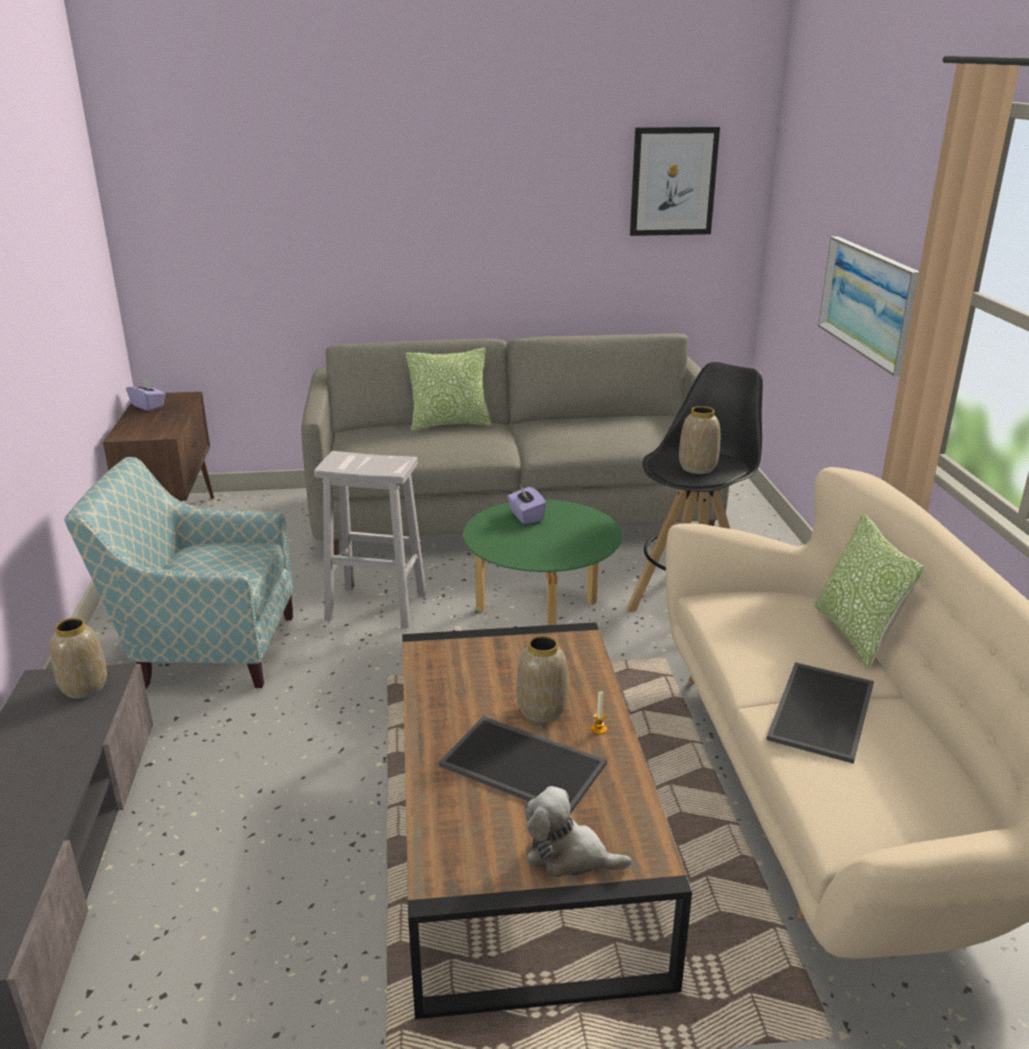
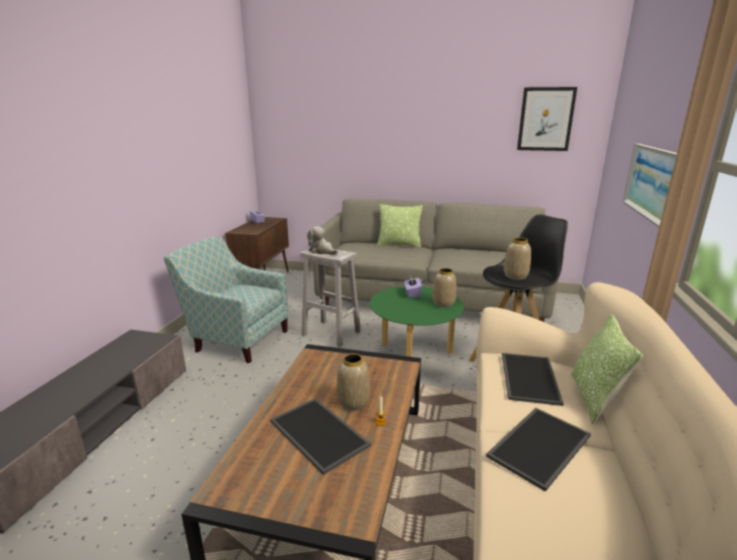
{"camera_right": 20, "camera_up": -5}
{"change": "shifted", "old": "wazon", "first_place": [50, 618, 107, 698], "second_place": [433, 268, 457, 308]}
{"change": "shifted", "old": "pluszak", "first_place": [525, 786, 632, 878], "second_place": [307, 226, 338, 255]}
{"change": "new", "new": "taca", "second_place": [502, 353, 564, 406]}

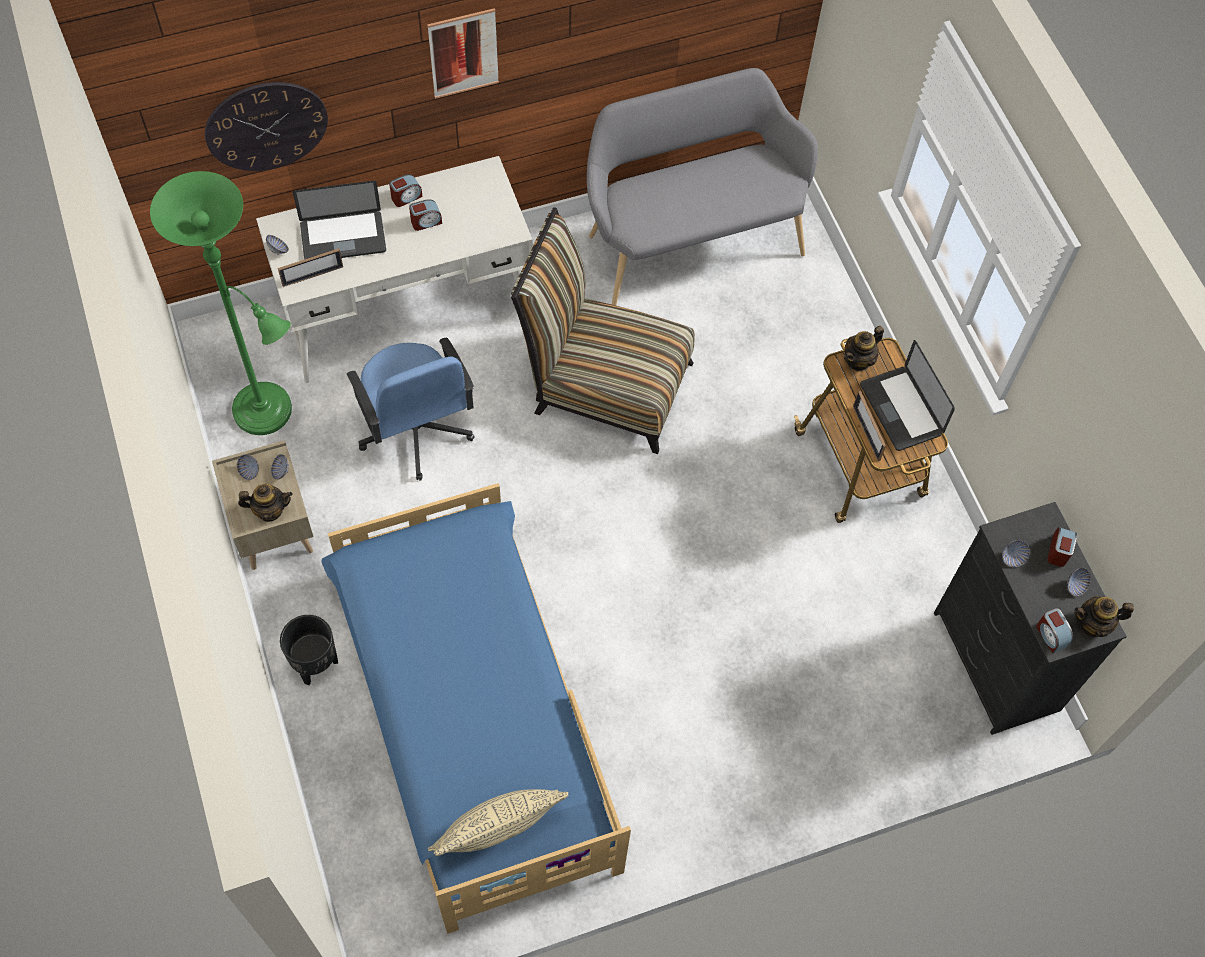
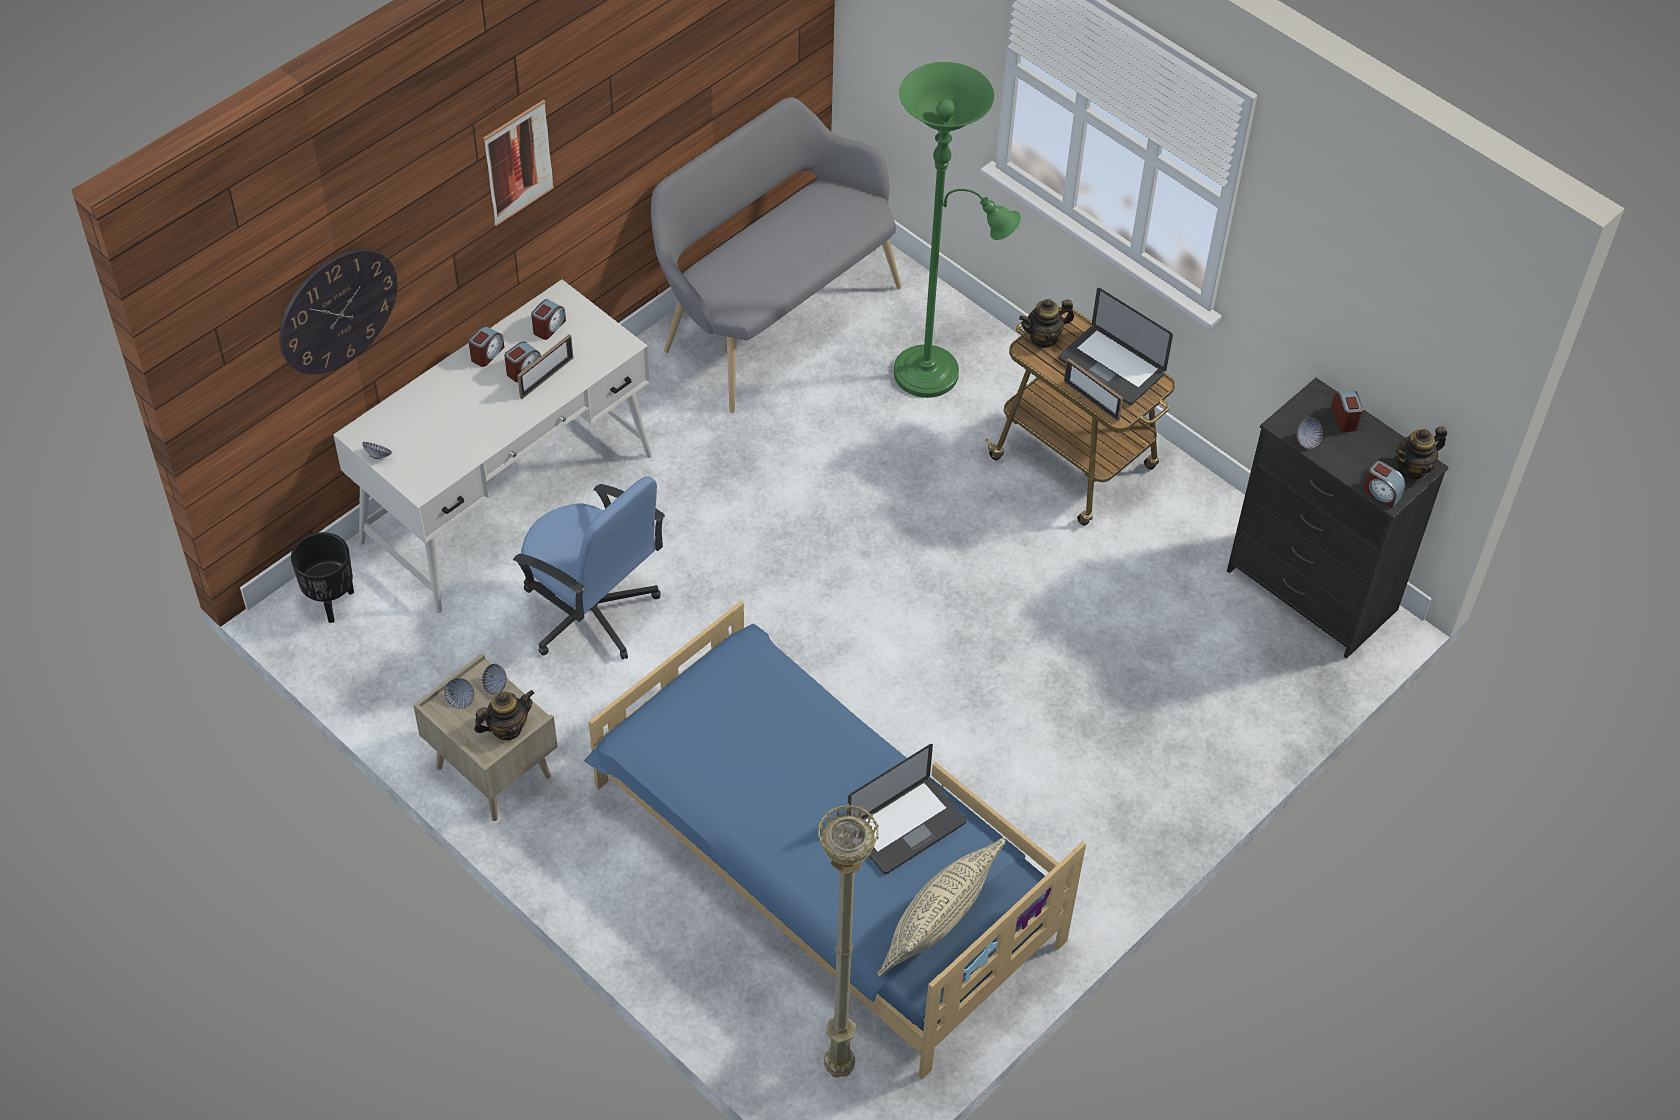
{"camera_right": -25, "camera_up": -10}
{"change": "shifted", "old": "lampa stojąca [zielony]", "first_place": [150, 171, 292, 435], "second_place": [894, 62, 1021, 398]}
{"change": "shifted", "old": "ramka na zdjęcie", "first_place": [278, 248, 343, 287], "second_place": [517, 334, 573, 399]}
{"change": "shifted", "old": "donica [czarny]", "first_place": [280, 615, 338, 685], "second_place": [291, 532, 354, 623]}
{"change": "shifted", "old": "laptop", "first_place": [293, 181, 386, 260], "second_place": [847, 744, 966, 874]}
{"change": "gone", "old": "krzesło", "first_place": [511, 207, 695, 454]}
{"change": "rotated", "old": "imbryk", "first_place": [844, 326, 884, 372], "second_place": [1019, 299, 1074, 348], "degrees": 45}
{"change": "gone", "old": "miska", "first_place": [1067, 568, 1091, 596]}
{"change": "new", "new": "budzik", "second_place": [531, 299, 566, 340]}
{"change": "new", "new": "lampa stojąca [beżowy]", "second_place": [817, 803, 879, 1078]}

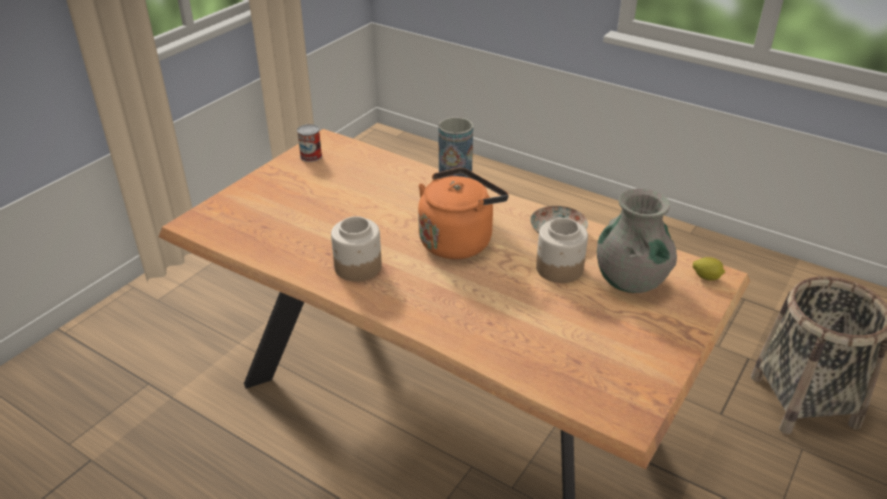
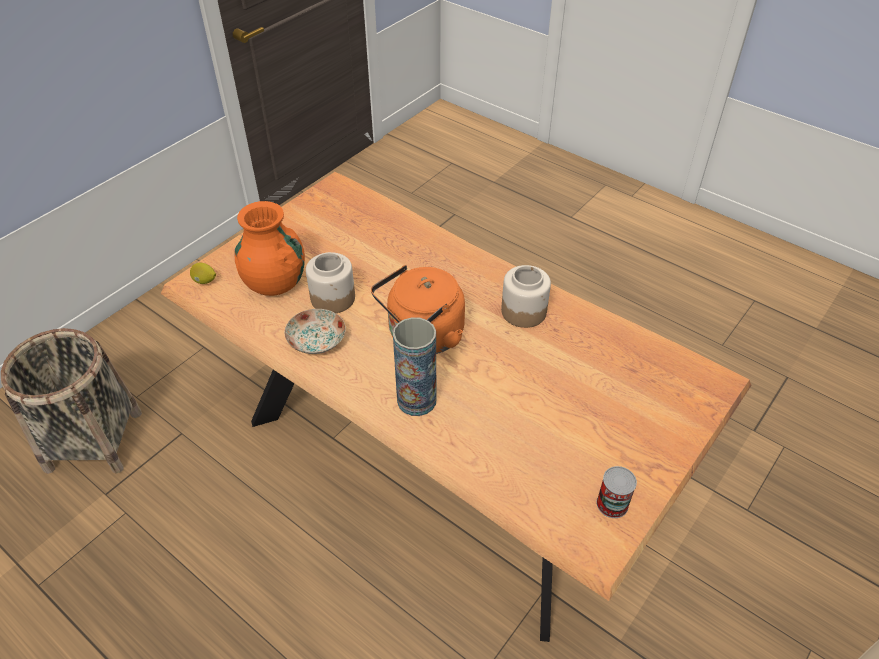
{"camera_right": -175, "camera_up": 10}
{"change": "repainted", "old": "wazon [szary]", "new": "wazon [pomarańczowy]", "first_place": [597, 188, 677, 293], "second_place": [234, 201, 305, 296]}

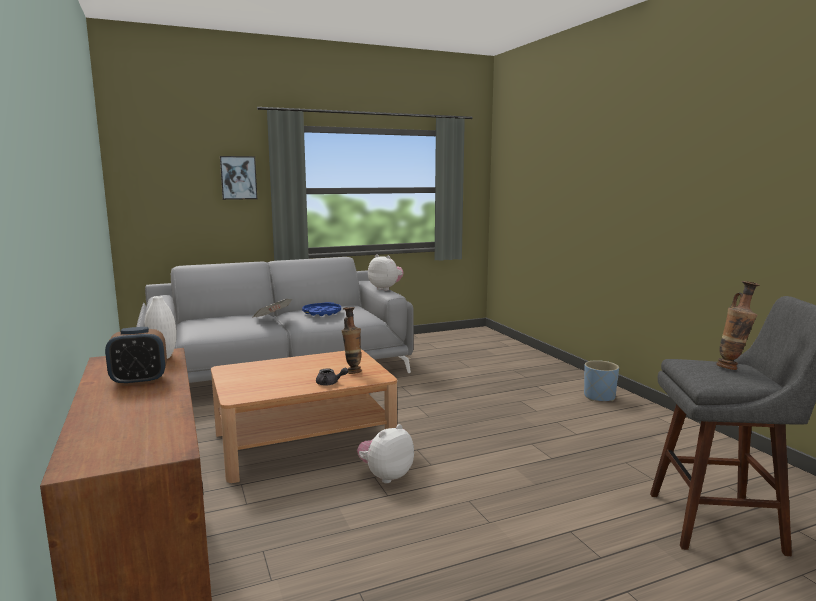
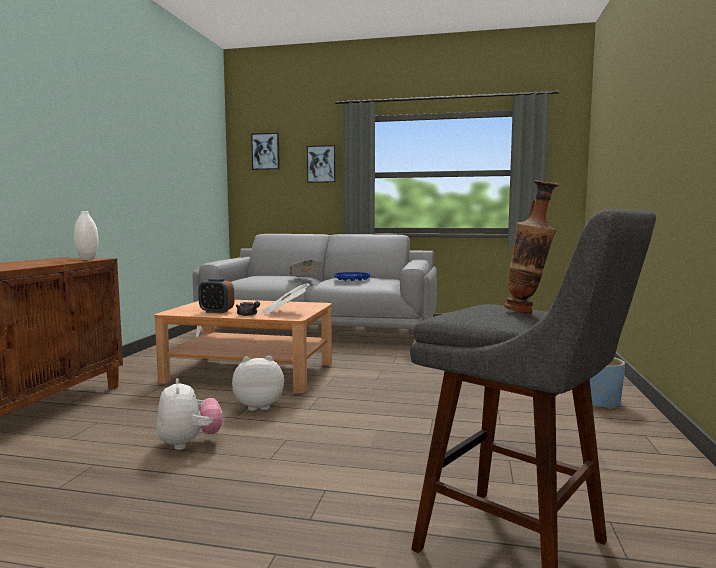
{"camera_right": 35, "camera_up": -5}
{"change": "shifted", "old": "budzik", "first_place": [105, 327, 167, 386], "second_place": [198, 278, 234, 314]}
{"change": "swapped", "old": "wazon", "new": "gazeta", "first_place": [341, 307, 362, 374], "second_place": [259, 283, 310, 313]}
{"change": "shifted", "old": "pluszak", "first_place": [368, 254, 403, 291], "second_place": [156, 378, 223, 450]}
{"change": "new", "new": "obraz", "second_place": [251, 133, 280, 170]}

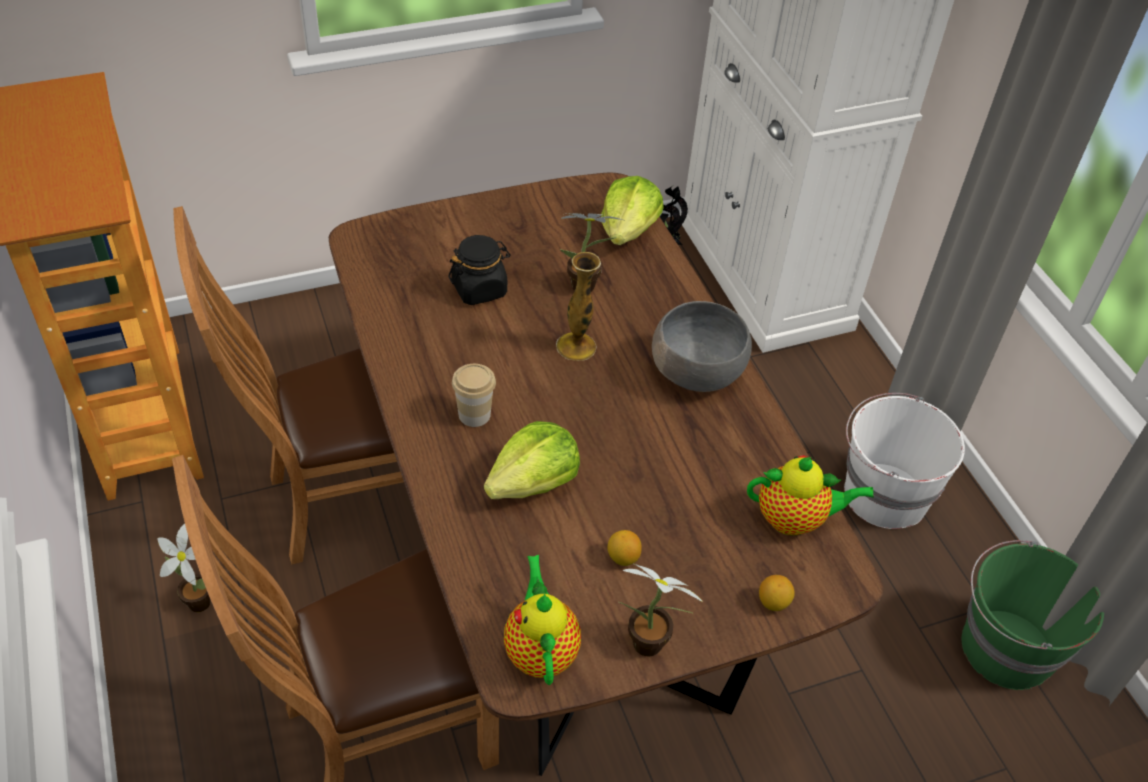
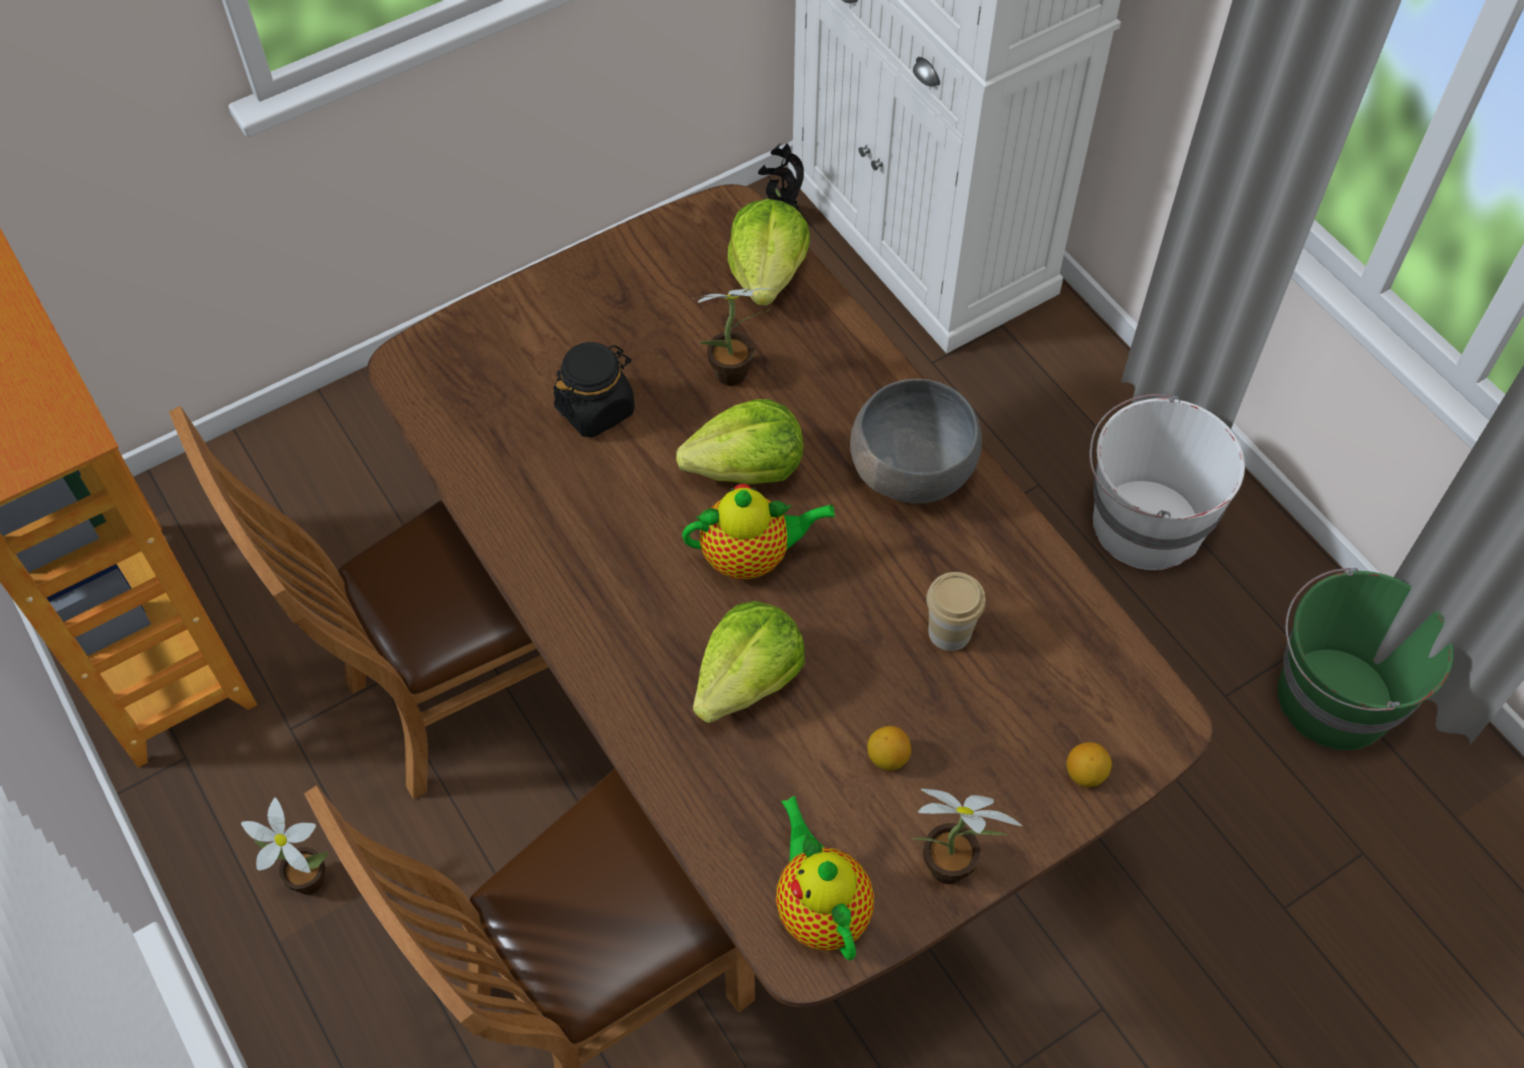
{"camera_right": -10, "camera_up": 10}
{"change": "shifted", "old": "filiżanka", "first_place": [452, 364, 496, 427], "second_place": [926, 572, 986, 651]}
{"change": "swapped", "old": "wazon", "new": "sałata", "first_place": [556, 252, 601, 361], "second_place": [676, 399, 804, 485]}
{"change": "shifted", "old": "imbryk", "first_place": [747, 455, 874, 535], "second_place": [682, 484, 835, 579]}

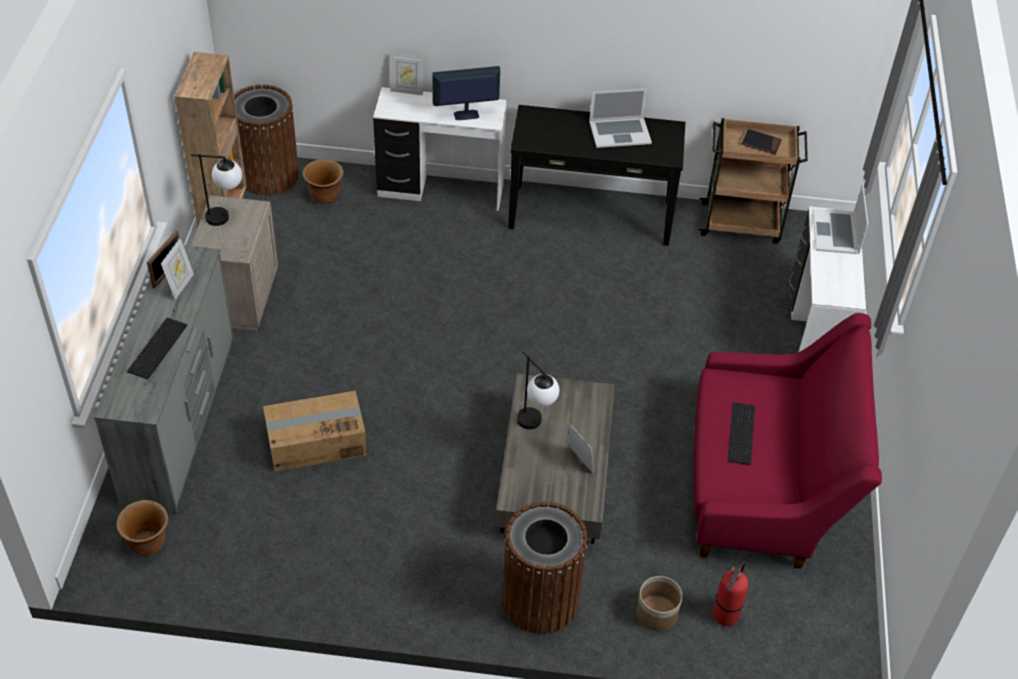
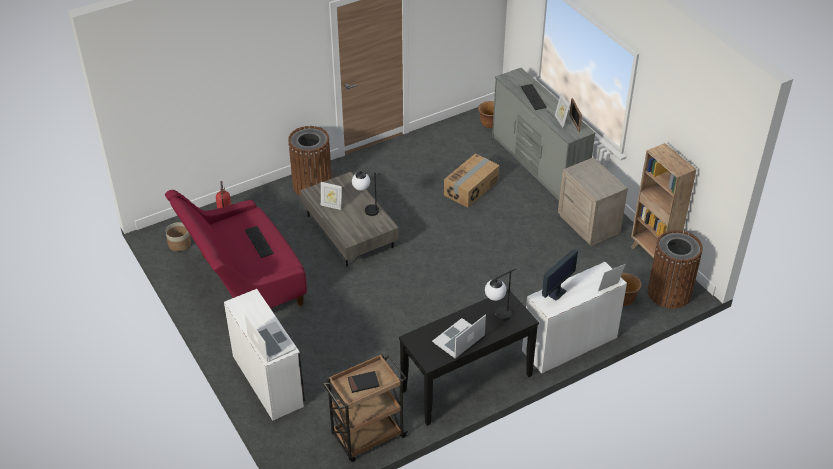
{"camera_right": 145, "camera_up": -5}
{"change": "shifted", "old": "lampa stołowa", "first_place": [191, 154, 242, 226], "second_place": [485, 269, 516, 321]}
{"change": "shifted", "old": "donica", "first_place": [636, 576, 683, 631], "second_place": [165, 222, 191, 252]}

